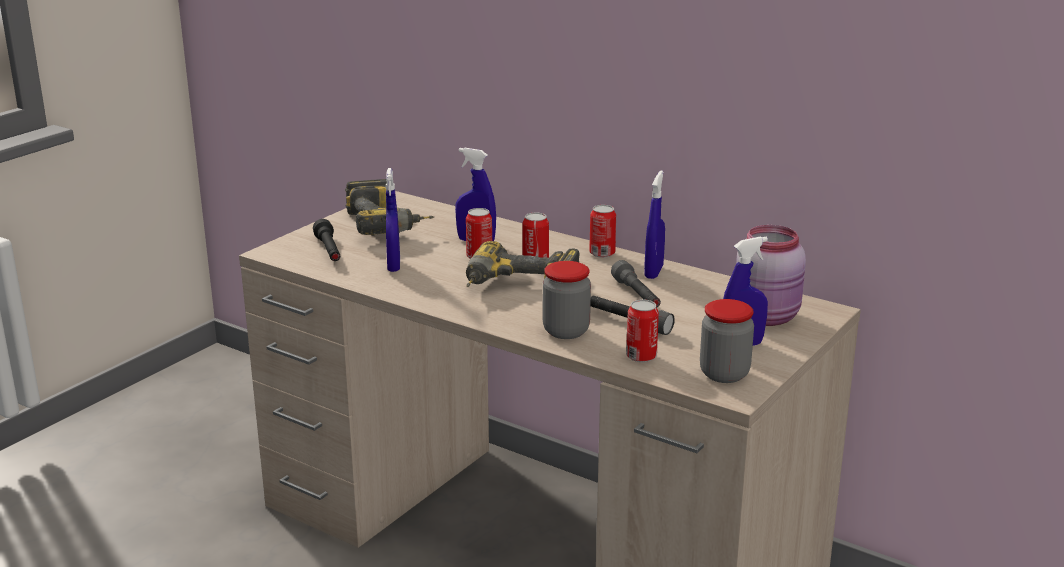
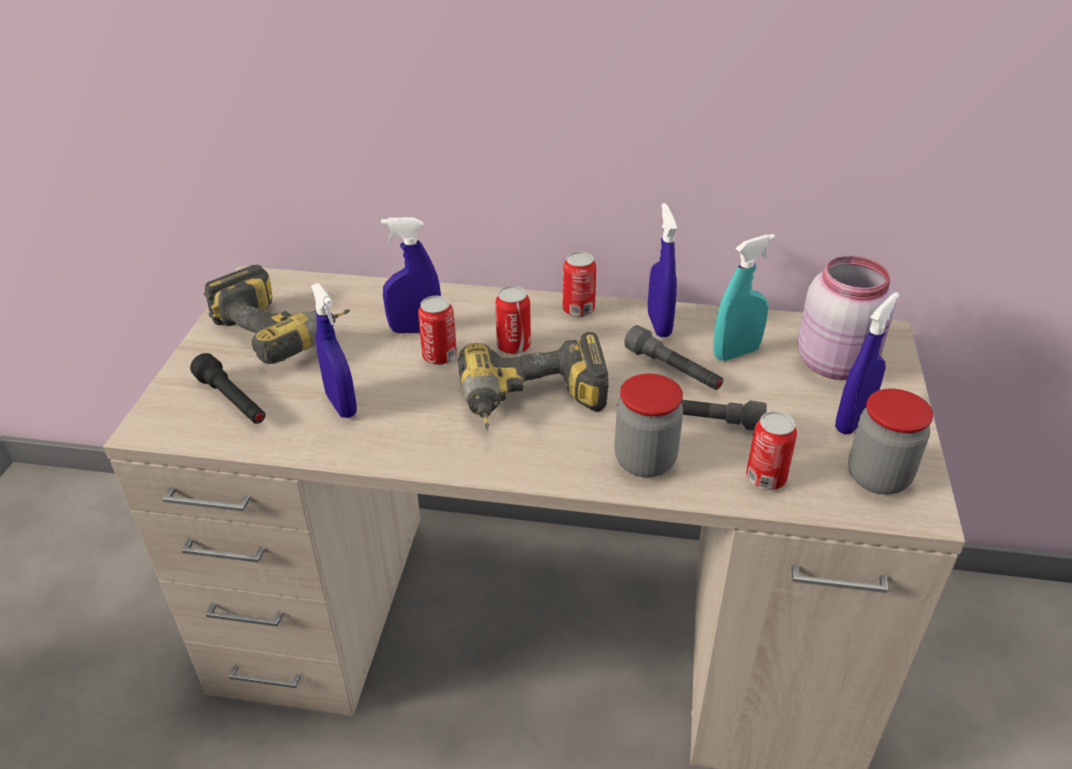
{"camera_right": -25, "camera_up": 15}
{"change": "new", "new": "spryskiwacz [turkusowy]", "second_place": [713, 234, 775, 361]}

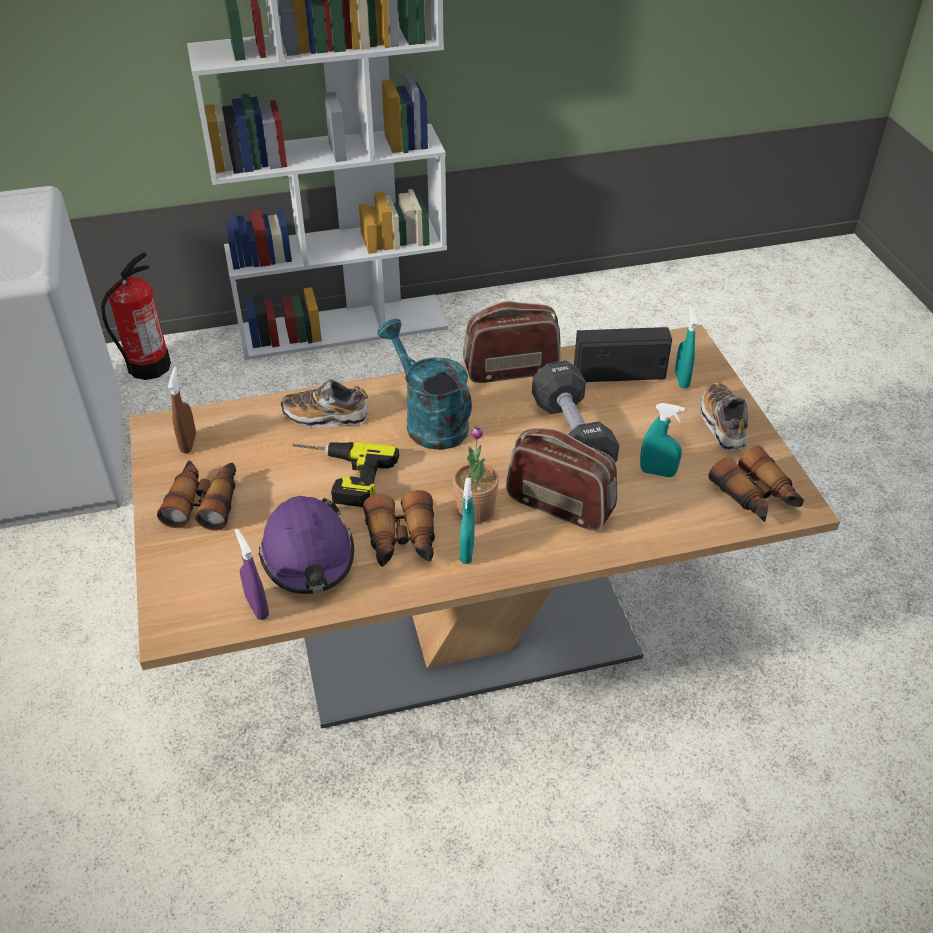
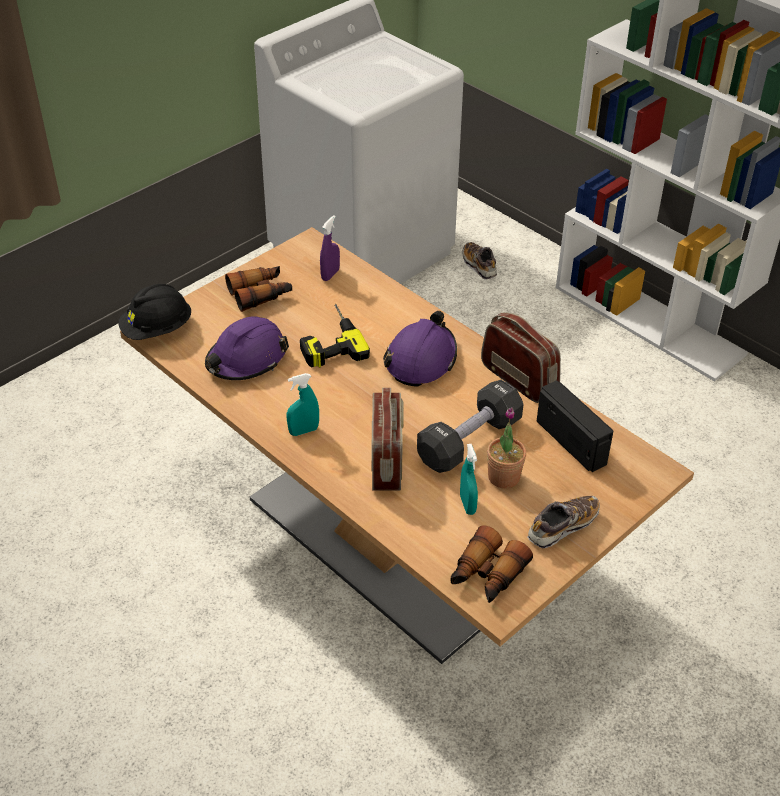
{"camera_right": 60, "camera_up": 0}
{"change": "gone", "old": "gaśnica", "first_place": [101, 252, 171, 380]}
{"change": "gone", "old": "spryskiwacz [brązowy]", "first_place": [168, 367, 196, 453]}
{"change": "shifted", "old": "spryskiwacz [fioletowy]", "first_place": [235, 529, 269, 620], "second_place": [320, 215, 340, 281]}
{"change": "shifted", "old": "but", "first_place": [281, 379, 368, 428], "second_place": [462, 242, 497, 280]}
{"change": "gone", "old": "lornetka", "first_place": [363, 490, 435, 567]}
{"change": "swapped", "old": "konewka [turkusowy]", "new": "kask [fioletowy]", "first_place": [377, 319, 472, 450], "second_place": [383, 311, 457, 387]}
{"change": "shifted", "old": "roślina doniczkowa", "first_place": [453, 425, 499, 523], "second_place": [487, 407, 526, 489]}
{"change": "gone", "old": "spryskiwacz [turkusowy]", "first_place": [675, 306, 698, 389]}
{"change": "new", "new": "kask [czarny]", "second_place": [119, 284, 191, 340]}

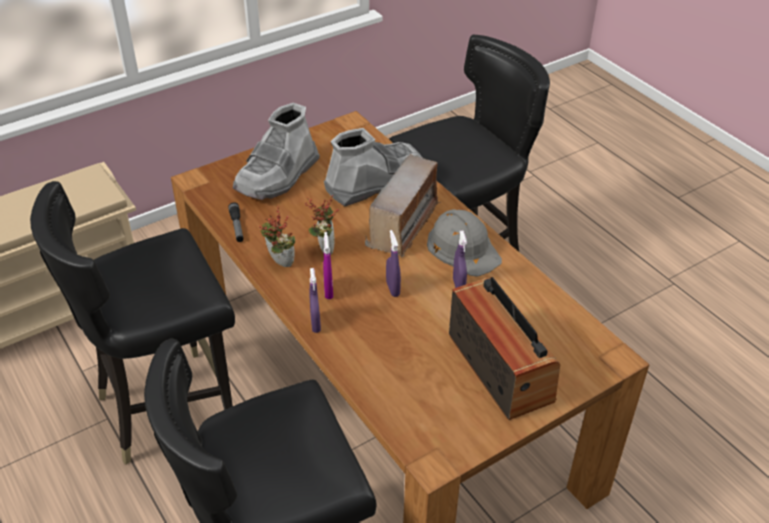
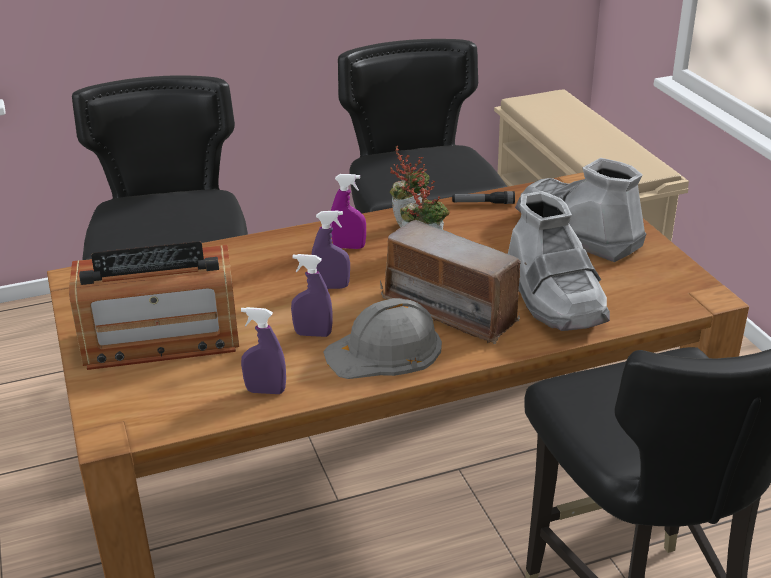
{"camera_right": 105, "camera_up": -10}
{"change": "shifted", "old": "spryskiwacz [fioletowy]", "first_place": [309, 268, 321, 333], "second_place": [241, 307, 286, 394]}

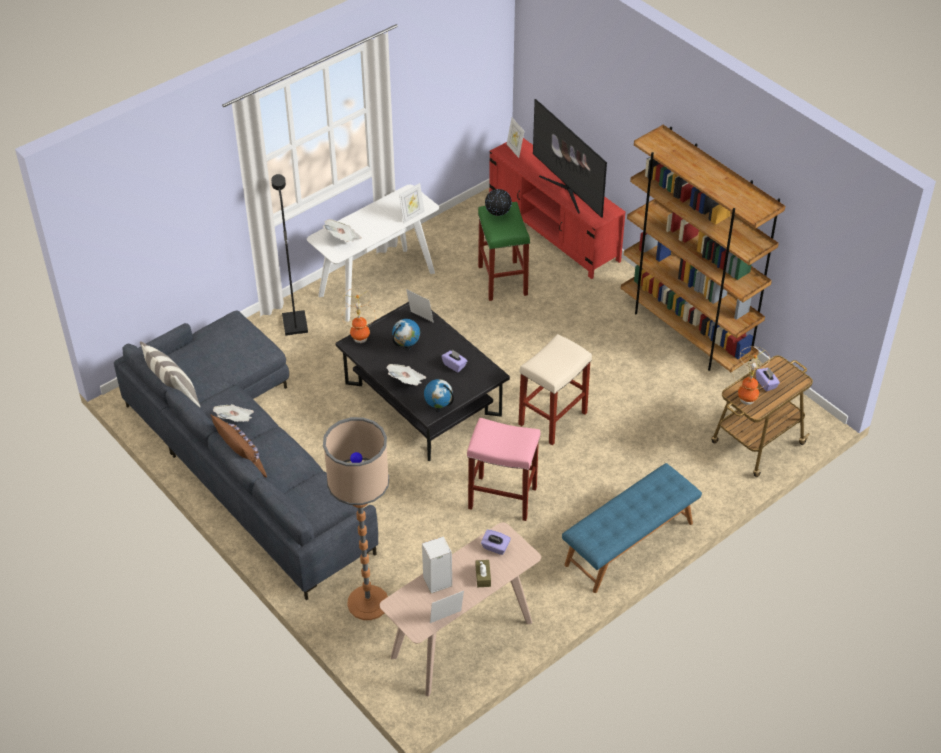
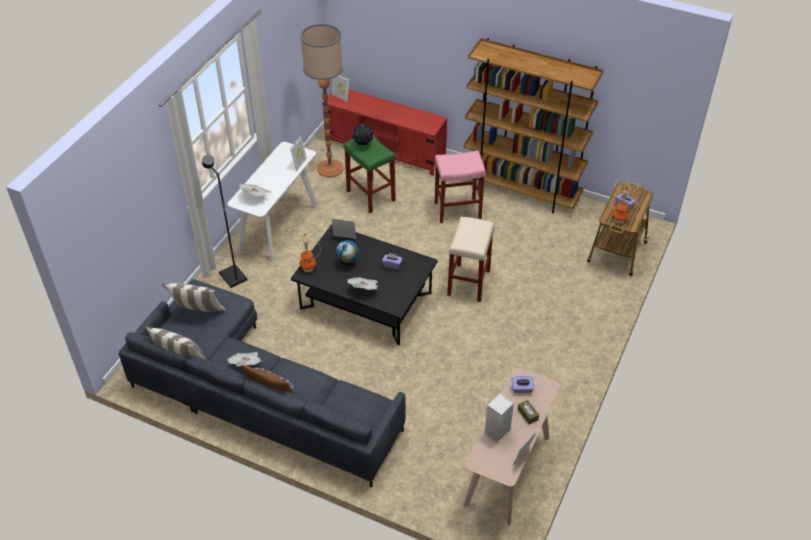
{"camera_right": -25, "camera_up": 0}
{"change": "shifted", "old": "lampa stojąca", "first_place": [323, 417, 389, 620], "second_place": [300, 24, 343, 177]}
{"change": "gone", "old": "globus", "first_place": [424, 379, 454, 412]}
{"change": "shifted", "old": "stołek [różowy]", "first_place": [467, 418, 540, 521], "second_place": [435, 150, 486, 223]}
{"change": "gone", "old": "telewizor", "first_place": [533, 99, 607, 218]}
{"change": "gone", "old": "ławka [niebieski]", "first_place": [562, 463, 702, 593]}
{"change": "new", "new": "poduszka", "second_place": [162, 283, 226, 312]}

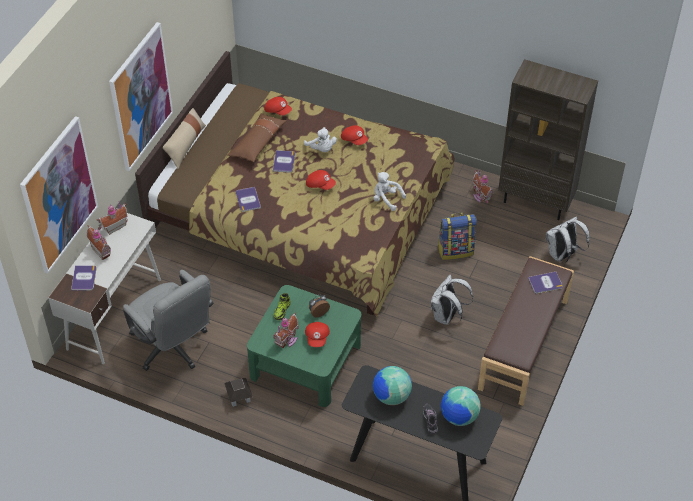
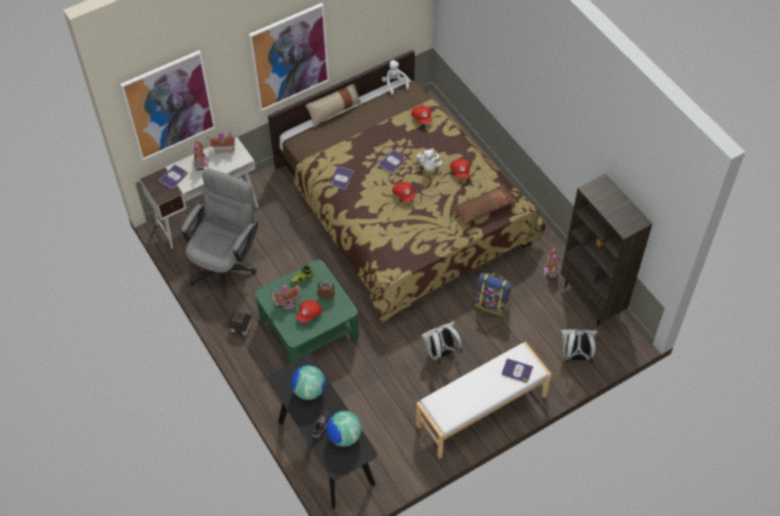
{"camera_right": 35, "camera_up": 5}
{"change": "rotated", "old": "krzesło biurowe [szary]", "first_place": [123, 270, 214, 371], "second_place": [182, 168, 258, 299], "degrees": -150}
{"change": "shifted", "old": "poduszka [brązowy]", "first_place": [228, 113, 287, 162], "second_place": [450, 184, 518, 225]}
{"change": "shifted", "old": "pluszak [biały]", "first_place": [373, 172, 406, 211], "second_place": [382, 60, 409, 95]}
{"change": "repainted", "old": "ławka [brązowy]", "new": "ławka [biały]", "first_place": [478, 256, 574, 406], "second_place": [416, 342, 551, 459]}

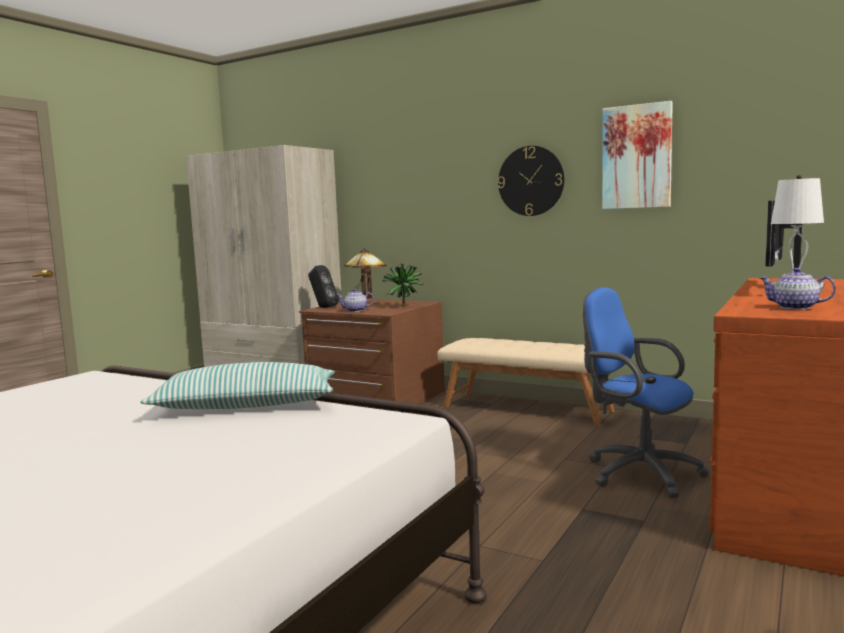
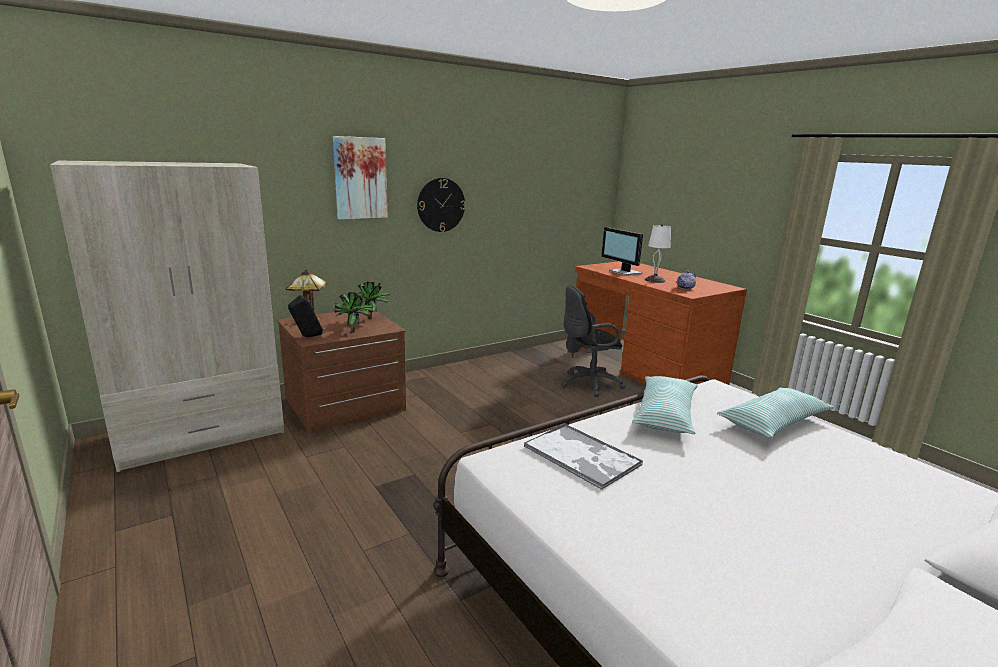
{"camera_right": -65, "camera_up": 10}
{"change": "swapped", "old": "imbryk", "new": "roślina doniczkowa", "first_place": [336, 289, 374, 312], "second_place": [334, 292, 374, 333]}
{"change": "gone", "old": "ławka [beżowy]", "first_place": [437, 338, 615, 427]}
{"change": "repainted", "old": "krzesło biurowe [niebieski]", "new": "krzesło biurowe [czarny]", "first_place": [583, 287, 709, 498], "second_place": [561, 285, 626, 397]}
{"change": "shifted", "old": "obraz", "first_place": [602, 101, 673, 209], "second_place": [333, 136, 388, 219]}
{"change": "new", "new": "taca", "second_place": [524, 423, 643, 490]}
{"change": "new", "new": "poduszka", "second_place": [717, 388, 834, 438]}

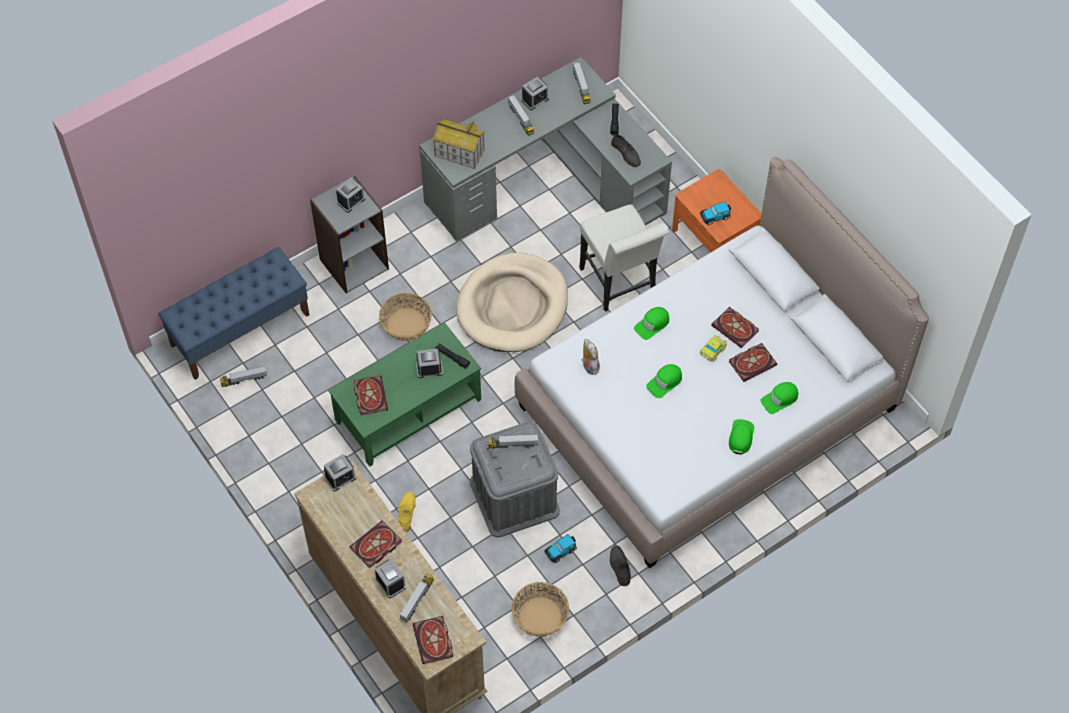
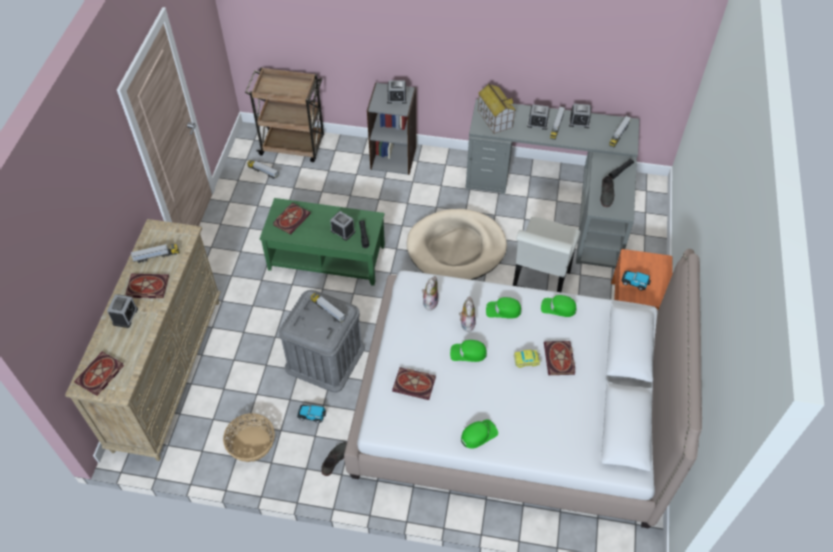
{"camera_right": 45, "camera_up": -5}
{"change": "swapped", "old": "ławka [niebieski]", "new": "wózek [brązowy]", "first_place": [158, 247, 309, 380], "second_place": [245, 67, 324, 162]}
{"change": "shifted", "old": "budzik", "first_place": [324, 454, 357, 491], "second_place": [527, 104, 550, 130]}
{"change": "gone", "old": "koszyk", "first_place": [379, 293, 432, 341]}
{"change": "gone", "old": "but [żółty]", "first_place": [398, 492, 416, 532]}
{"change": "shifted", "old": "ciężarówka zabawkowa", "first_place": [400, 574, 434, 622], "second_place": [131, 244, 180, 263]}
{"change": "shifted", "old": "książka", "first_place": [729, 343, 777, 382], "second_place": [392, 367, 436, 400]}
{"change": "shifted", "old": "czapka z daszkiem [zielony]", "first_place": [760, 382, 798, 414], "second_place": [541, 295, 577, 317]}
{"change": "new", "new": "pluszak", "second_place": [459, 296, 476, 332]}

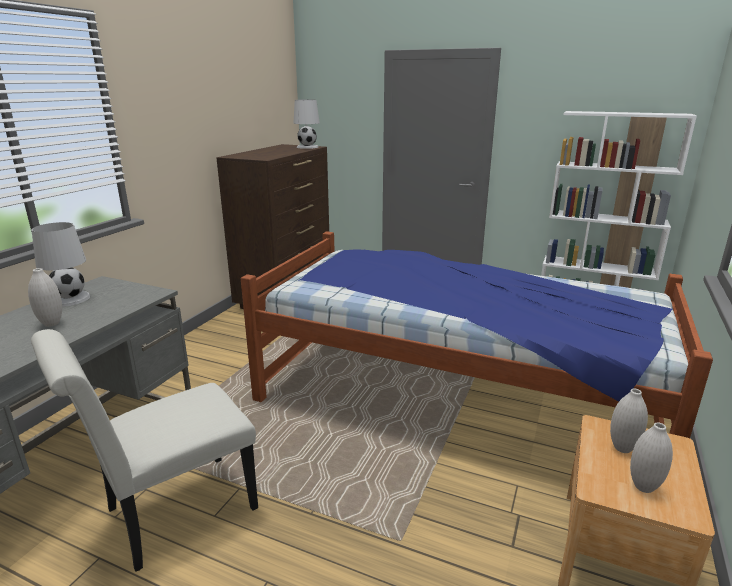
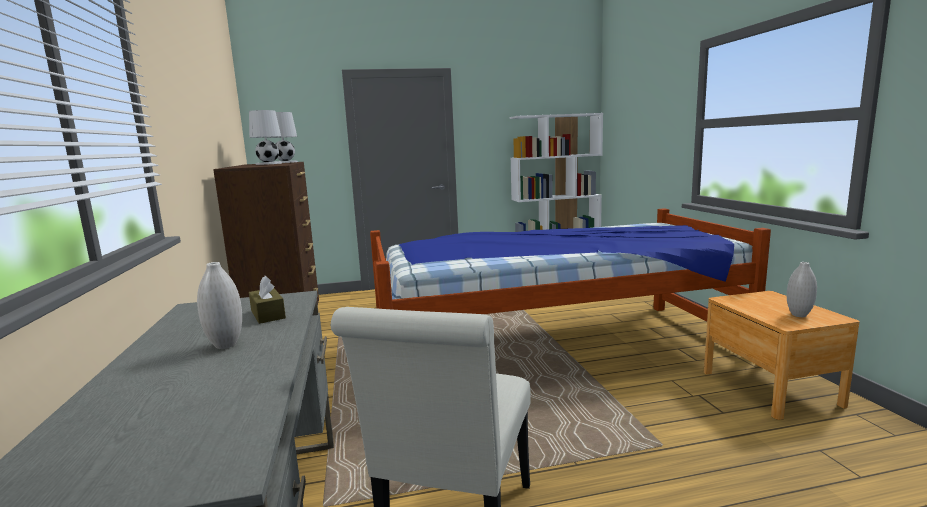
{"camera_right": -35, "camera_up": -10}
{"change": "shifted", "old": "lampa stołowa [biały]", "first_place": [32, 222, 90, 306], "second_place": [249, 110, 282, 165]}
{"change": "gone", "old": "wazon [biały]", "first_place": [610, 389, 648, 453]}
{"change": "new", "new": "pudełko chusteczek [brązowy]", "second_place": [249, 276, 286, 324]}

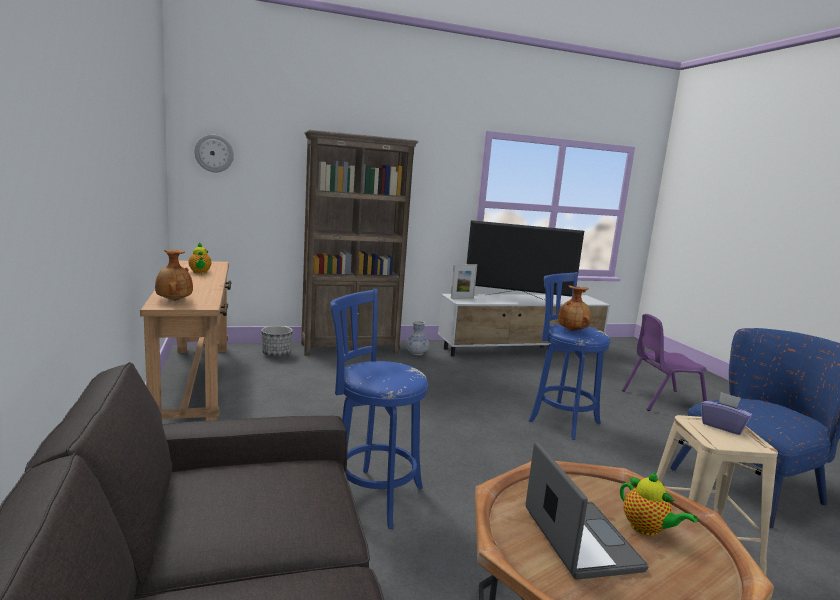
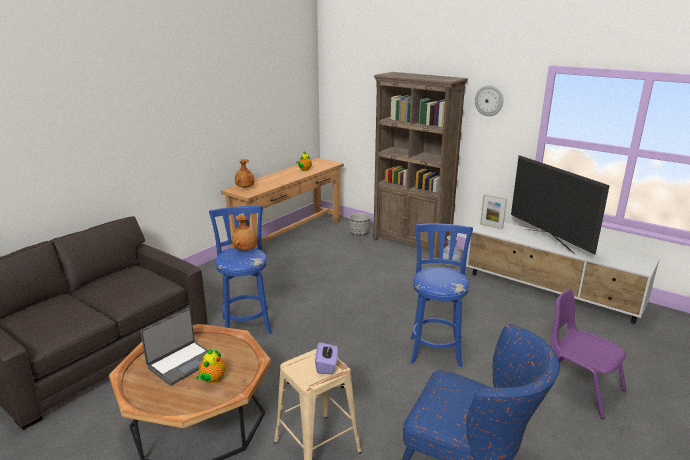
{"camera_right": 55, "camera_up": 10}
{"change": "shifted", "old": "zegar ścienny", "first_place": [195, 135, 234, 172], "second_place": [475, 86, 503, 116]}
{"change": "shifted", "old": "wazon [brązowy]", "first_place": [558, 286, 591, 331], "second_place": [232, 214, 257, 251]}

